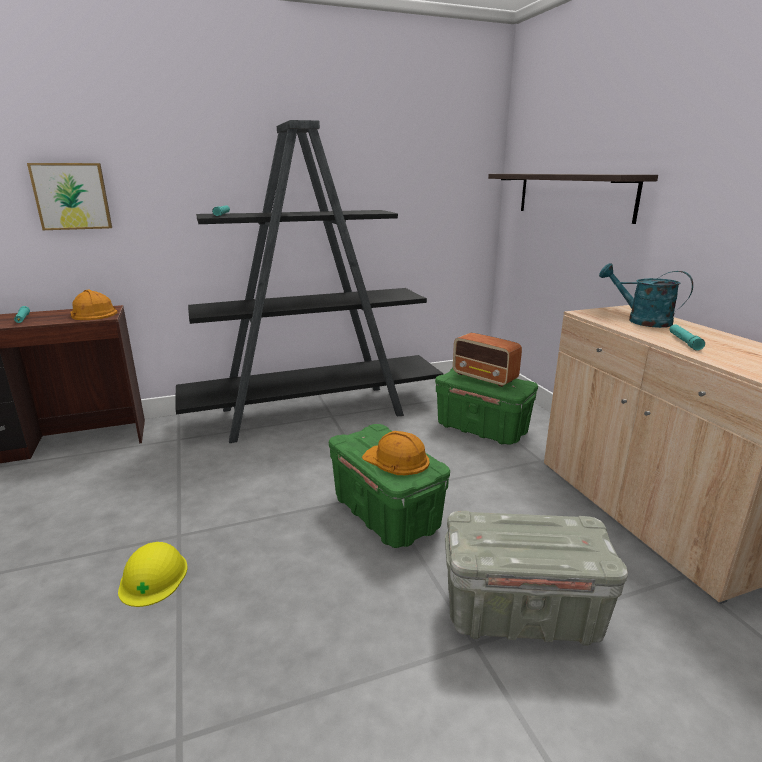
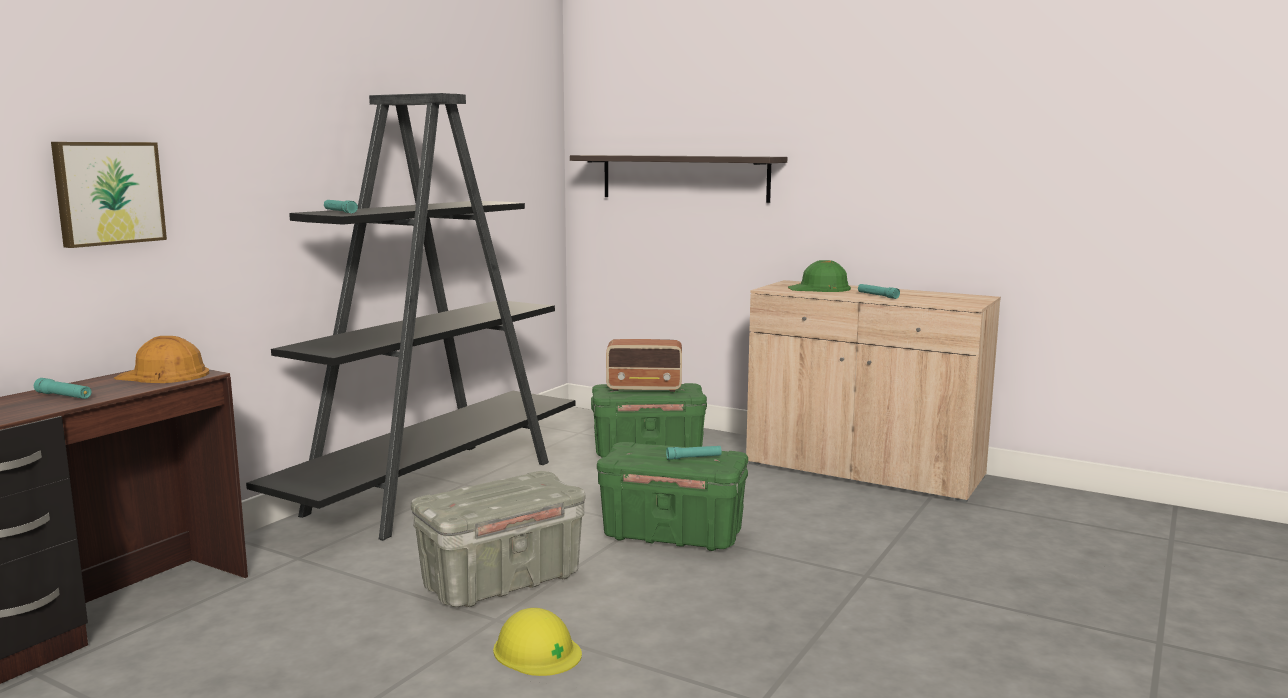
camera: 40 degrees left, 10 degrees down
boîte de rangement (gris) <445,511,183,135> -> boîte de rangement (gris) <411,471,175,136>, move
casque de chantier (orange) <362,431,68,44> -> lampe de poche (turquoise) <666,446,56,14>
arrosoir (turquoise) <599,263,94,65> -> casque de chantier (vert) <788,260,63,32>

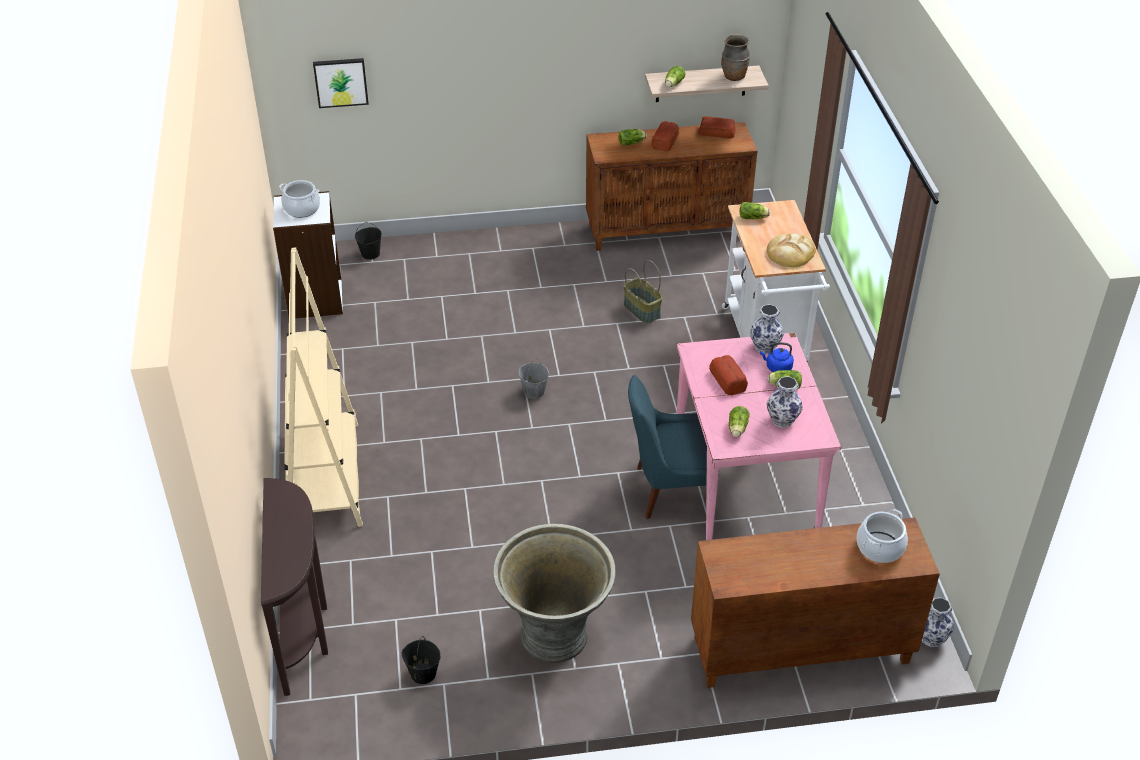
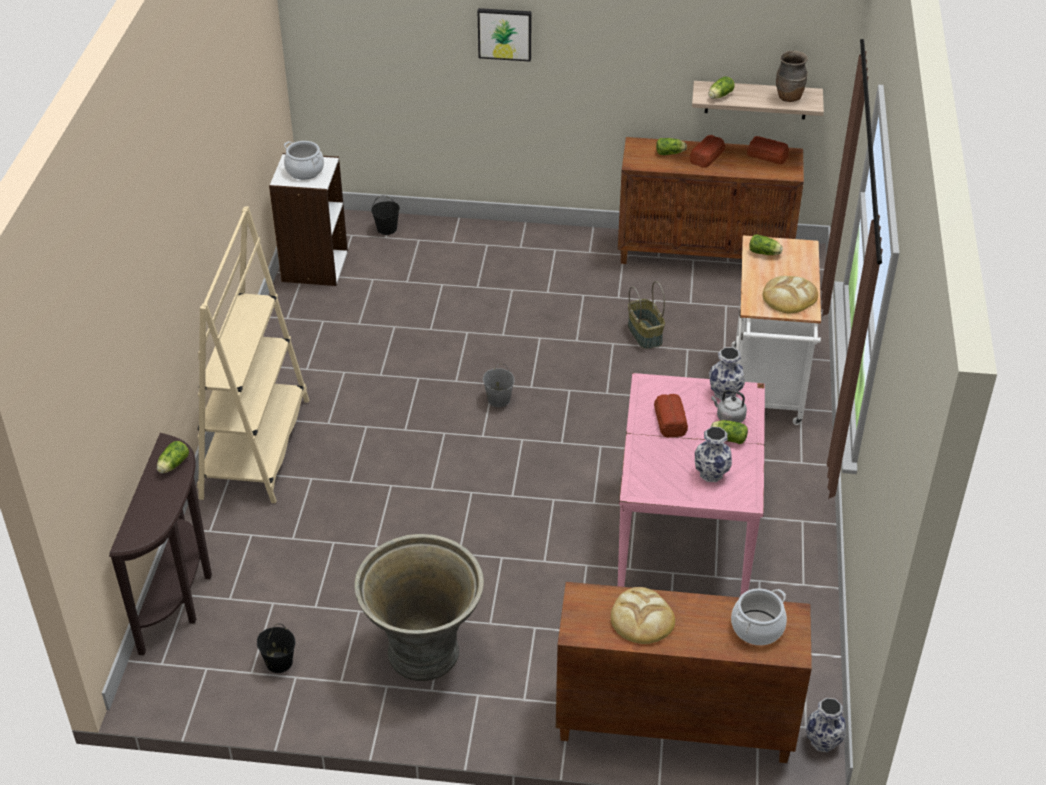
camera: 15 degrees right, 0 degrees up
laitue <729,406,21,31> -> laitue <157,441,32,32>, move
tableau <313,58,56,50> -> tableau <478,8,53,54>, move
none -> pain <611,587,64,57>
bouilloire (bleu) <760,342,34,30> -> bouilloire (gris) <712,390,35,33>
chaise (bleu) <628,375,91,144> -> none

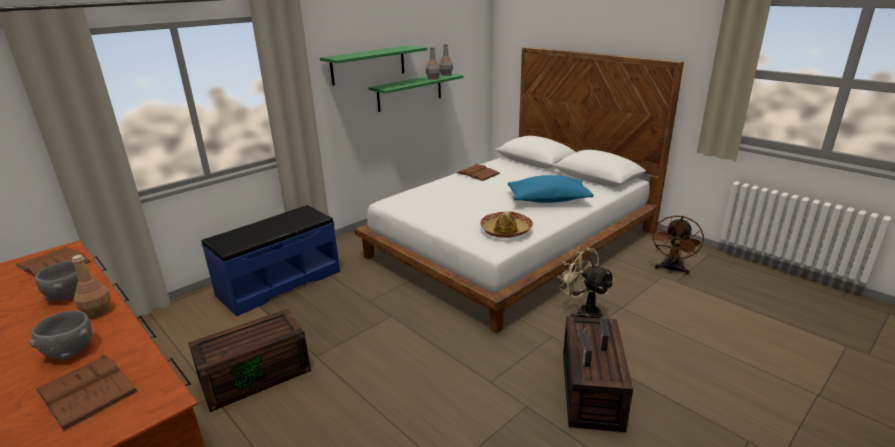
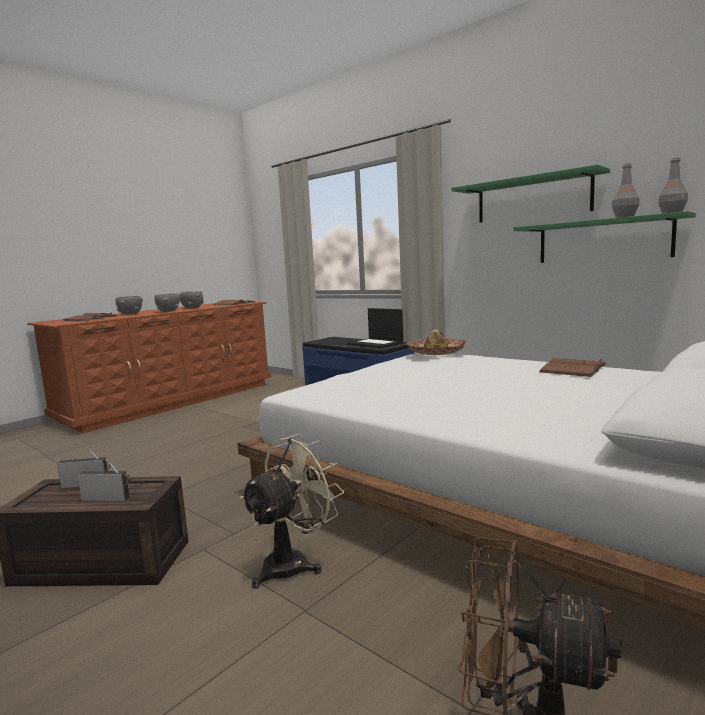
camera: 85 degrees right, 15 degrees down
bouteille (marron) <72,255,39,63> -> bol (gris) <154,293,26,19>
none -> ordinateur portable <347,308,56,40>
chapeau <480,212,53,26> -> chapeau <406,330,61,25>, move
boîte de rangement (marron) <188,309,123,103> -> none
coussin (bleu) <508,175,86,28> -> none

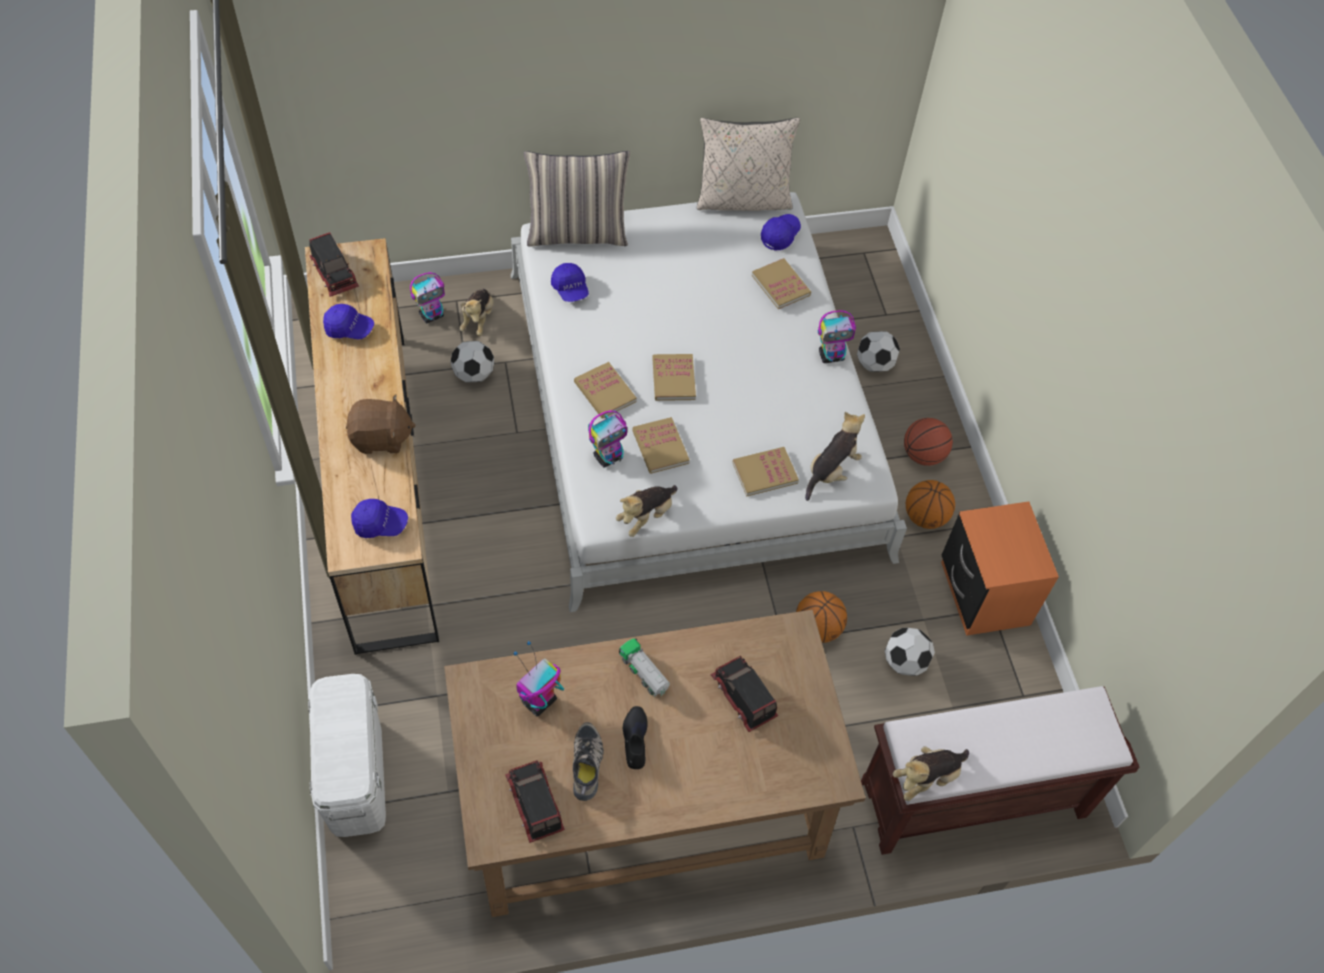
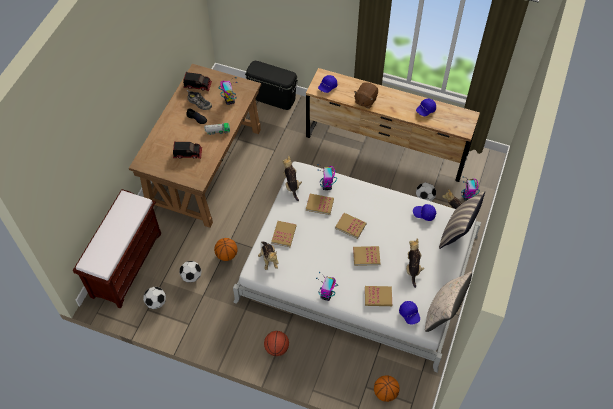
camera: 125 degrees right, 0 degrees up
ballon de foot <857,331,43,41> -> ballon de foot <143,287,23,22>, move
boîte de rangement (blanc) <308,674,78,163> -> boîte de rangement (noir) <245,61,53,49>
livre <574,362,63,57> -> livre <353,246,28,20>, move
ballon de basket <906,480,49,49> -> ballon de basket <374,375,26,27>, move
peluche <893,747,76,54> -> peluche <406,239,18,49>, move
camion jouet <309,232,50,65> -> none
table de chevet (orange) <941,502,118,134> -> none

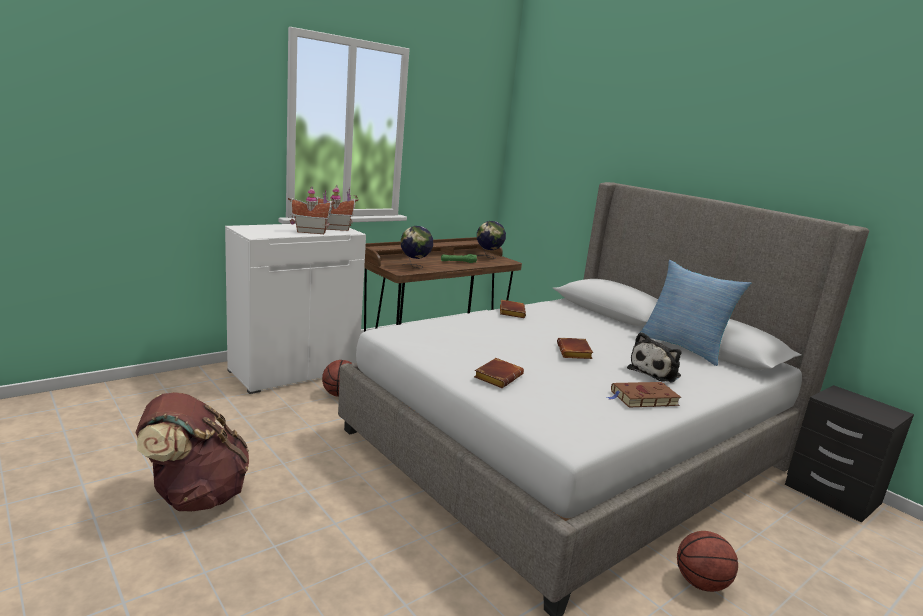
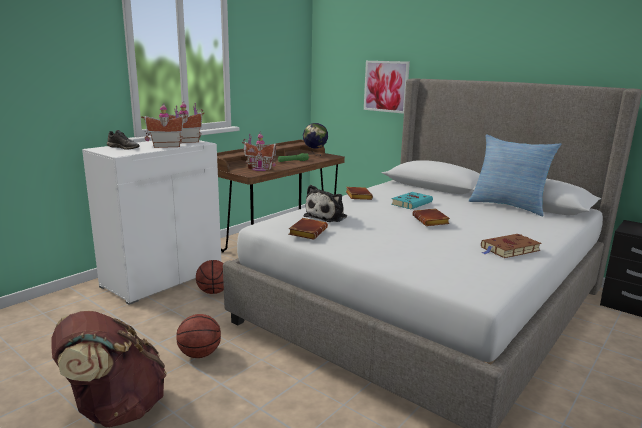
camera: 10 degrees left, 0 degrees up
none -> chaussure (gris) <107,130,33,20>
ballon de basket <677,531,61,61> -> ballon de basket <176,314,45,44>, move
globe <401,226,32,43> -> maison miniature <242,132,36,39>
livre (marron) <474,358,50,30> -> livre (marron) <288,218,40,22>, move
peluche <627,332,55,50> -> peluche <303,185,44,37>, move
none -> tableau <364,61,46,53>
none -> livre (turquoise) <391,192,42,17>

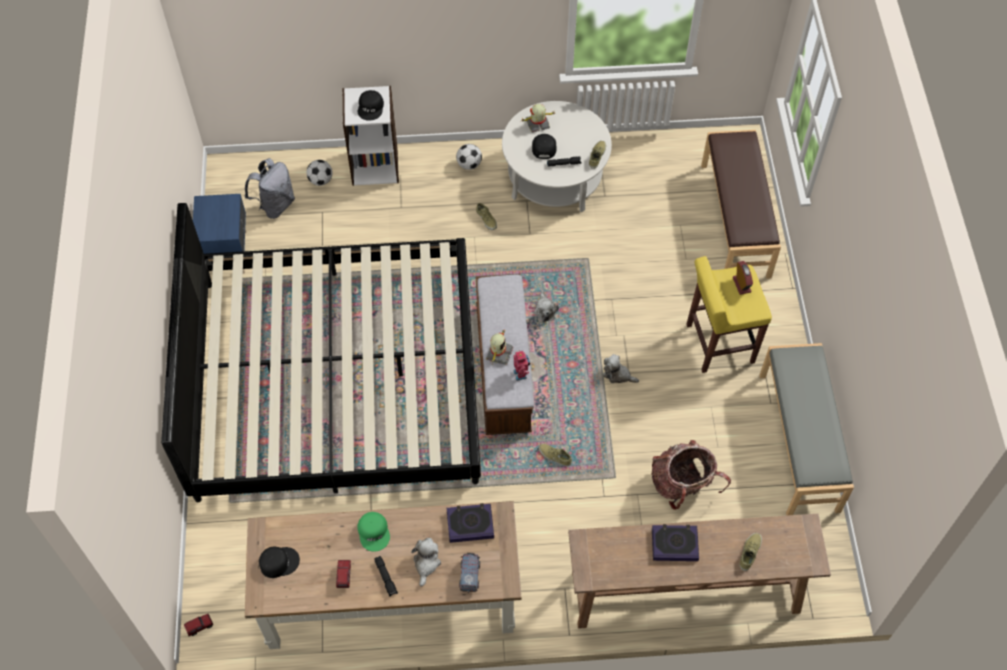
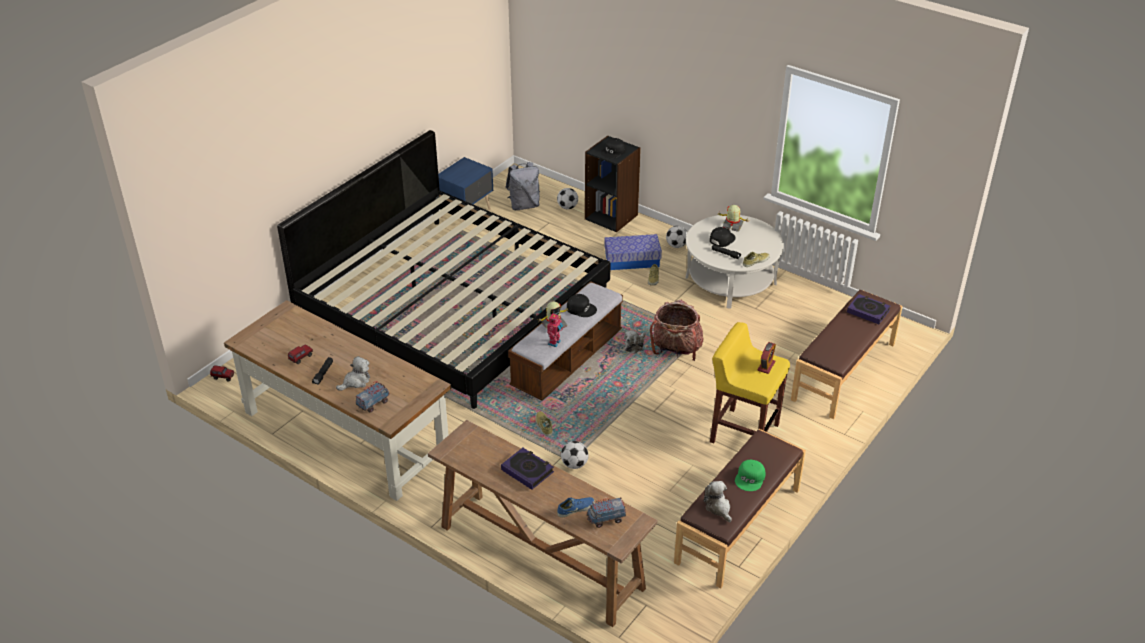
camera: 40 degrees right, 20 degrees down
chaussure (beige) <740,533,22,38> -> chaussure (bleu) <557,497,38,20>
none -> ballon de foot <561,441,28,28>
casquette (noir) <259,547,41,31> -> casquette (noir) <567,294,30,23>, move
bibliothèque (blanc) <342,86,57,100> -> bibliothèque (noir) <585,136,56,96>
none -> camion jouet <587,497,39,31>
none -> boîte de rangement <604,234,58,36>
sac à dos <651,440,80,70> -> sac à dos <650,300,53,61>, move
banc (gris) <759,343,95,173> -> banc (marron) <674,429,132,159>
peluche <603,354,36,29> -> peluche <704,481,28,41>, move
casquette (vert) <357,512,33,40> -> casquette (vert) <735,460,31,31>, move
livre <447,503,47,40> -> livre <847,294,44,30>, move

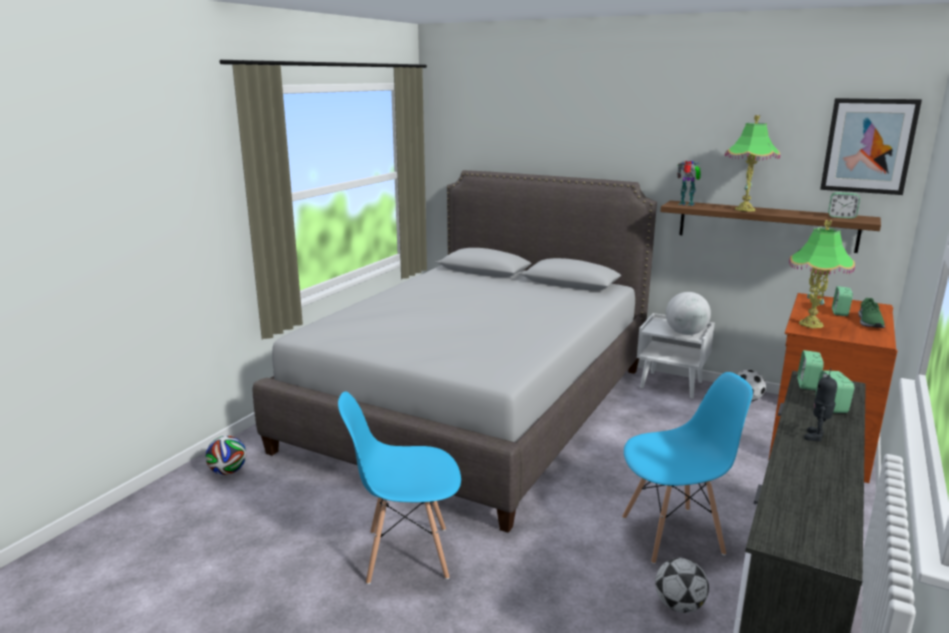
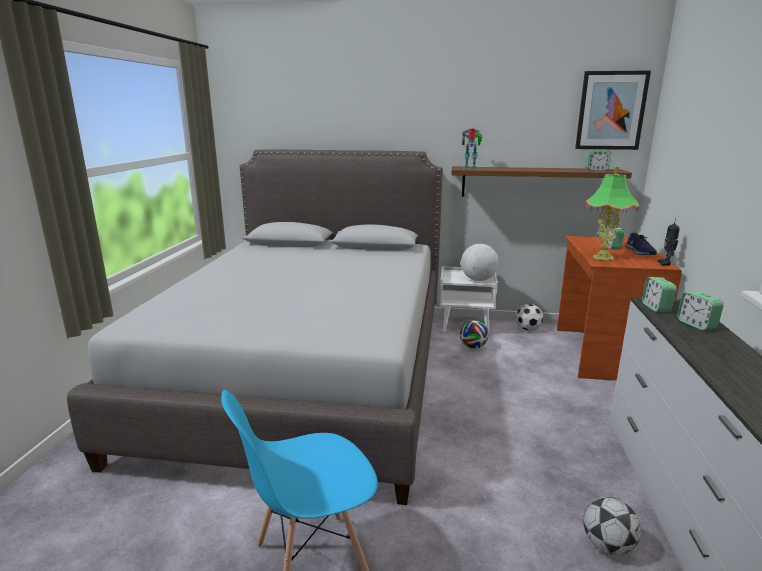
camera: 20 degrees left, 0 degrees up
ballon de foot <206,436,40,39> -> ballon de foot <460,320,29,29>, move
chaussure (vert) <858,298,27,30> -> chaussure (bleu) <626,232,31,23>
robot jouet <804,368,33,73> -> robot jouet <658,218,22,48>, move
chaise (bleu) <622,372,131,192> -> none
lampe de table <725,115,55,97> -> none

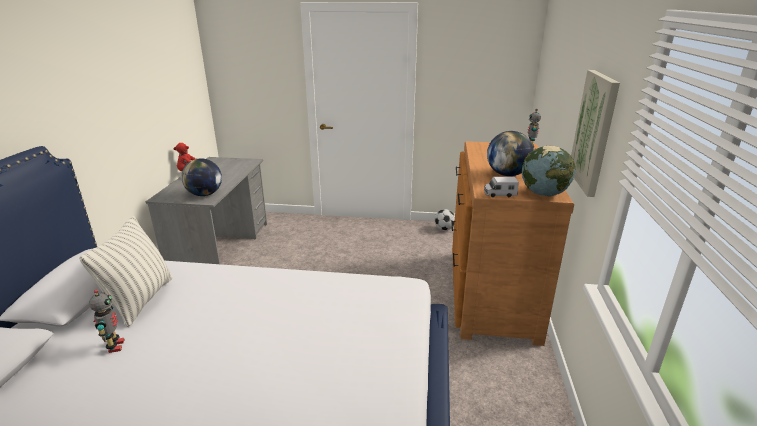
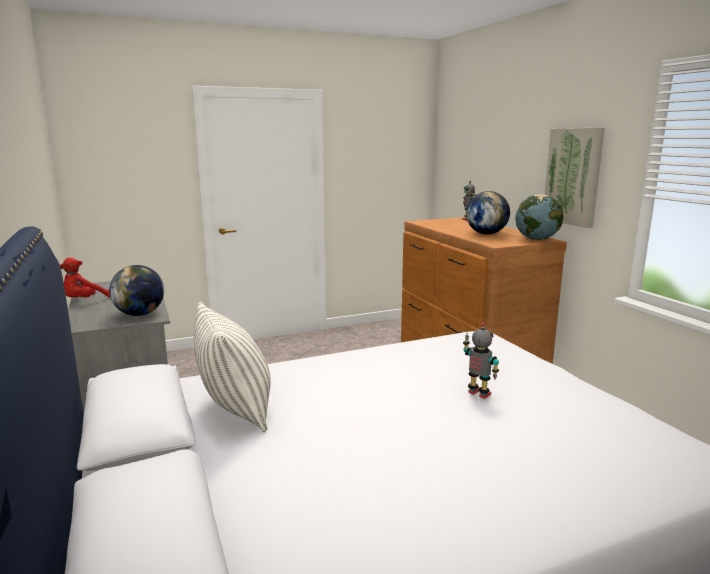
camera: 30 degrees left, 10 degrees down
robot jouet <89,289,36,64> -> robot jouet <463,322,36,77>, move
ballon de foot <434,209,21,21> -> none
camion jouet <484,177,35,20> -> none

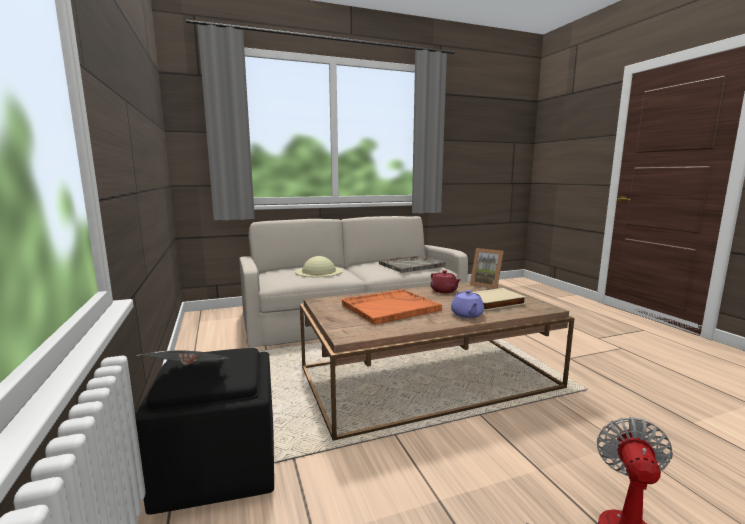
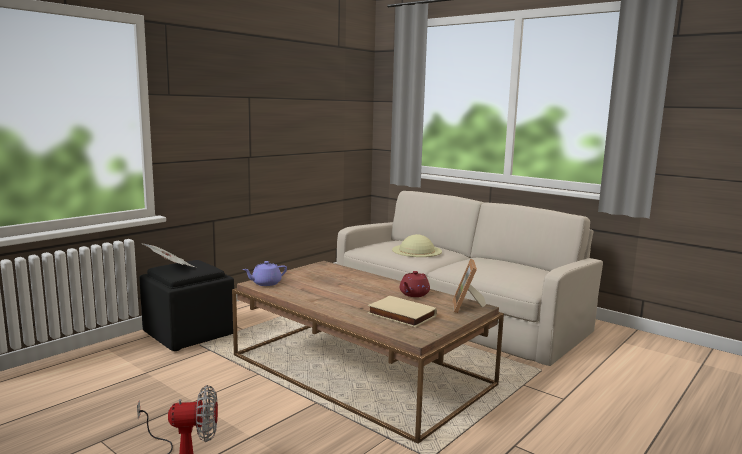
camera: 60 degrees right, 0 degrees up
théière (violet) <451,290,33,28> -> théière (violet) <243,261,44,25>, move
plateau (orange) <342,289,100,36> -> none
plateau (gris) <379,255,66,18> -> none

